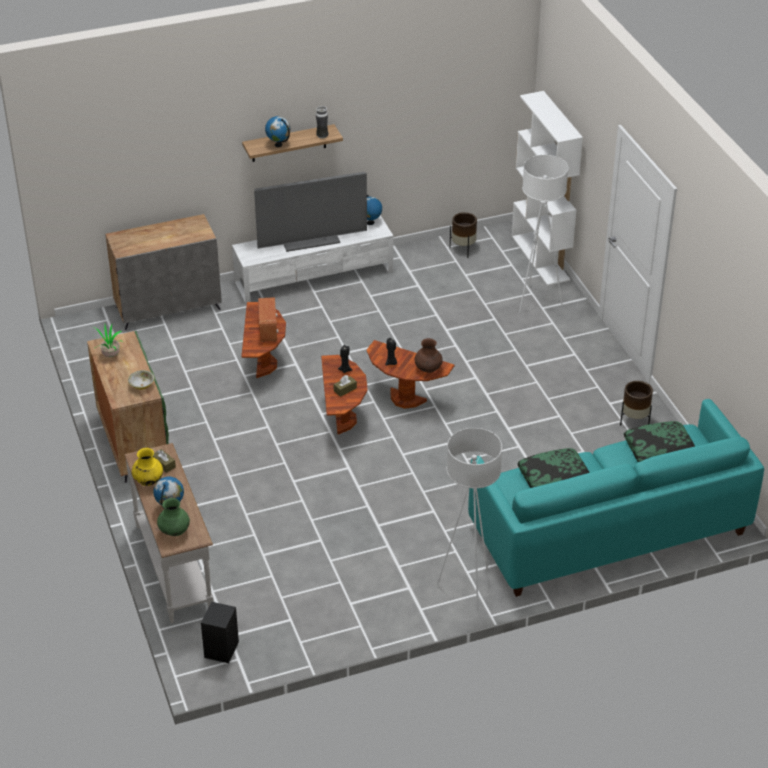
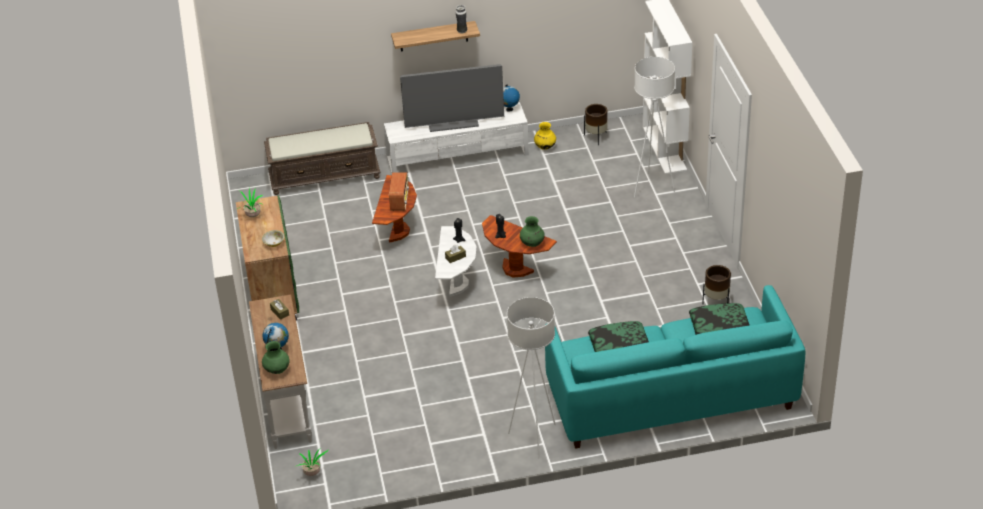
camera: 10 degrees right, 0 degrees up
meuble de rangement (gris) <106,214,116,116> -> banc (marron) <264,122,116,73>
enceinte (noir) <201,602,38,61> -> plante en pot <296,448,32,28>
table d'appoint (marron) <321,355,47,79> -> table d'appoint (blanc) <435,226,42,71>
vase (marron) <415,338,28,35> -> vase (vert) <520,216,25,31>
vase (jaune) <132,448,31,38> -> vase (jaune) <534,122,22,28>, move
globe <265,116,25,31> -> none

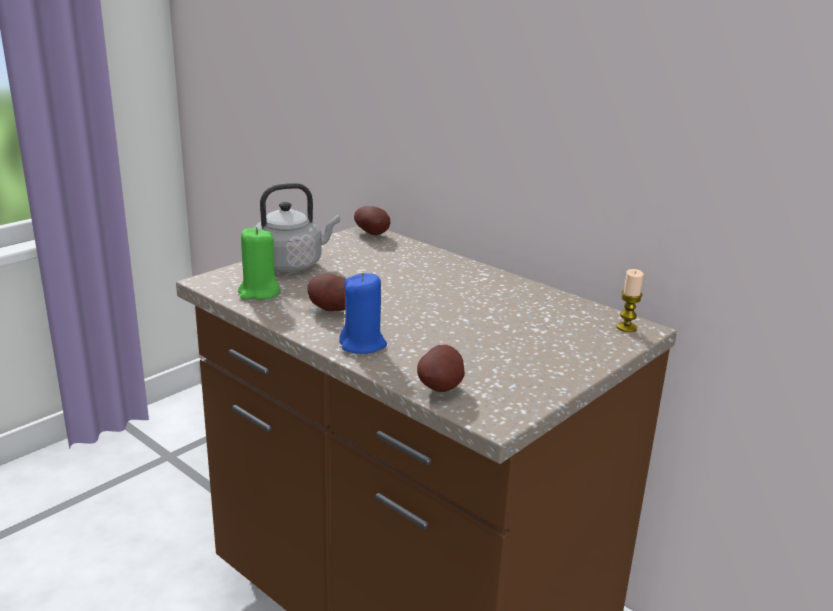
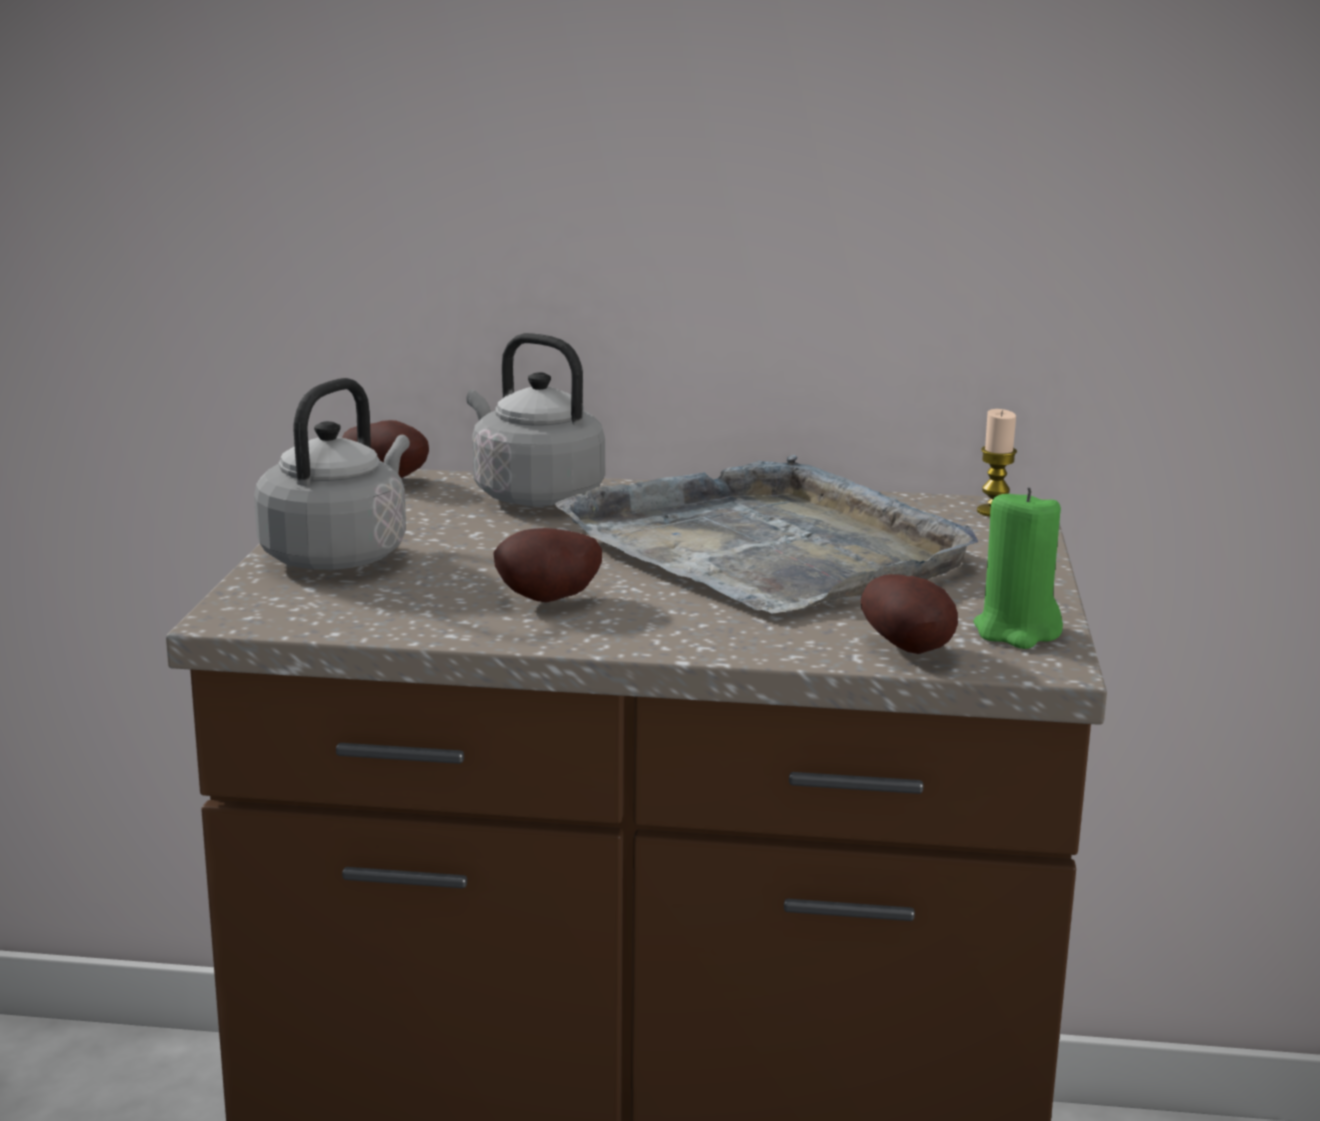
camera: 35 degrees left, 5 degrees down
none -> bouilloire (gris) <466,333,139,174>
none -> plateau (gris) <555,455,423,158>
bougie (vert) <238,227,43,73> -> bougie (vert) <973,487,90,162>, move
bougie (bleu) <339,272,48,82> -> none

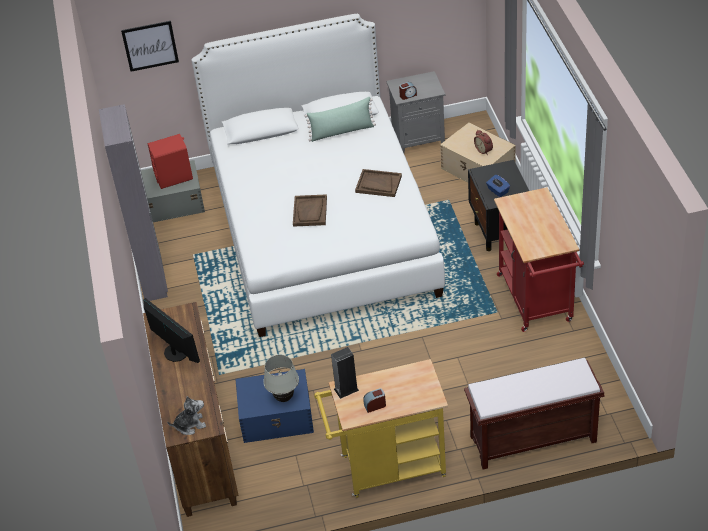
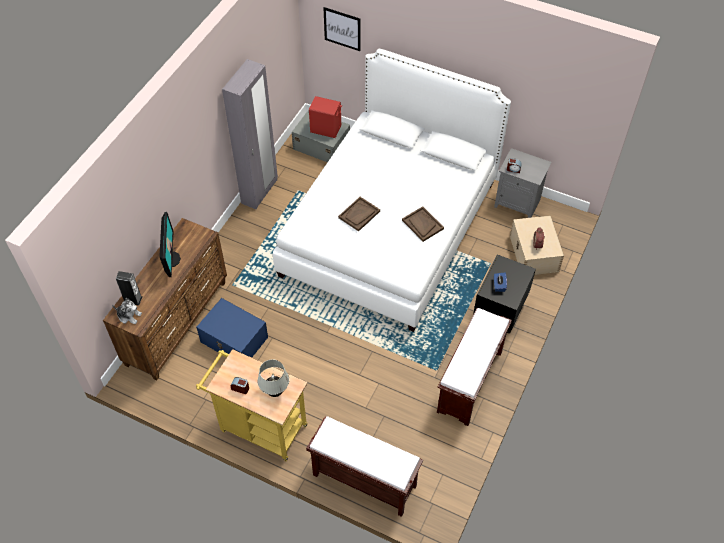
camera: 35 degrees right, 10 degrees up
enceinte <331,347,28,52> -> enceinte <116,271,26,35>, move
lampe de table (blanc) <263,355,36,47> -> lampe de table (blanc) <258,359,31,38>, move
chariot (rouge) <494,187,90,145> -> banc (marron) <437,308,75,118>
coussin (vert) <305,97,71,45> -> none

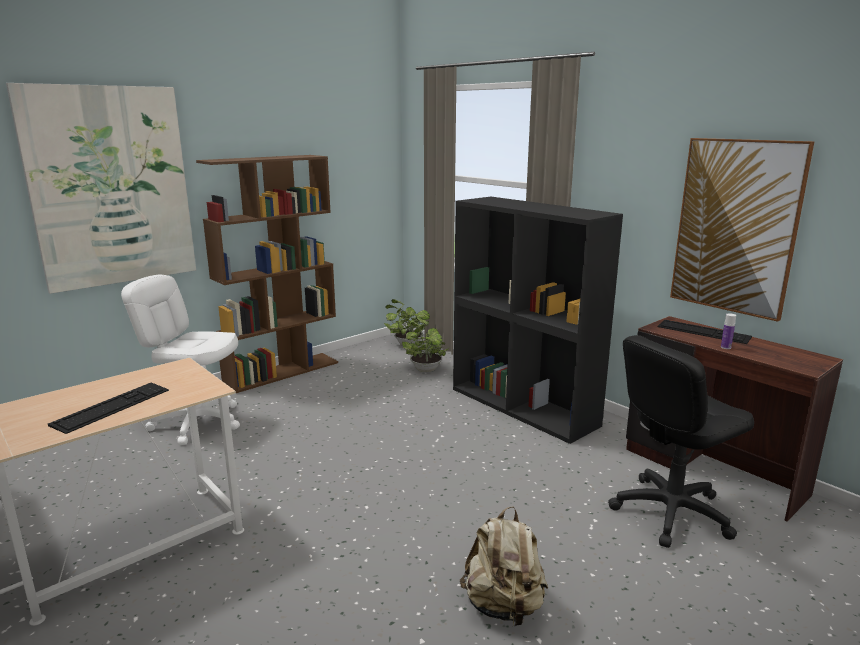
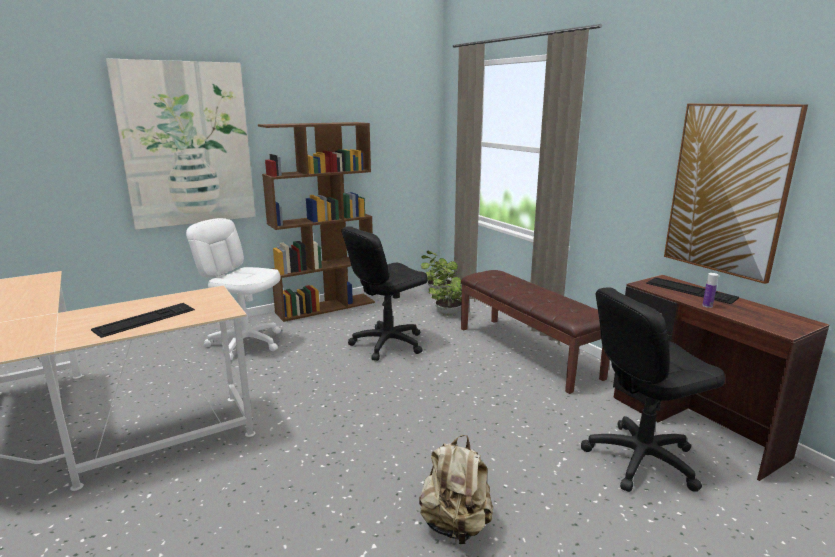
camera: 10 degrees right, 0 degrees up
none -> chaise de bureau (noir) <341,226,87,135>
bibliothèque (noir) <453,197,170,247> -> banc (marron) <461,270,149,124>

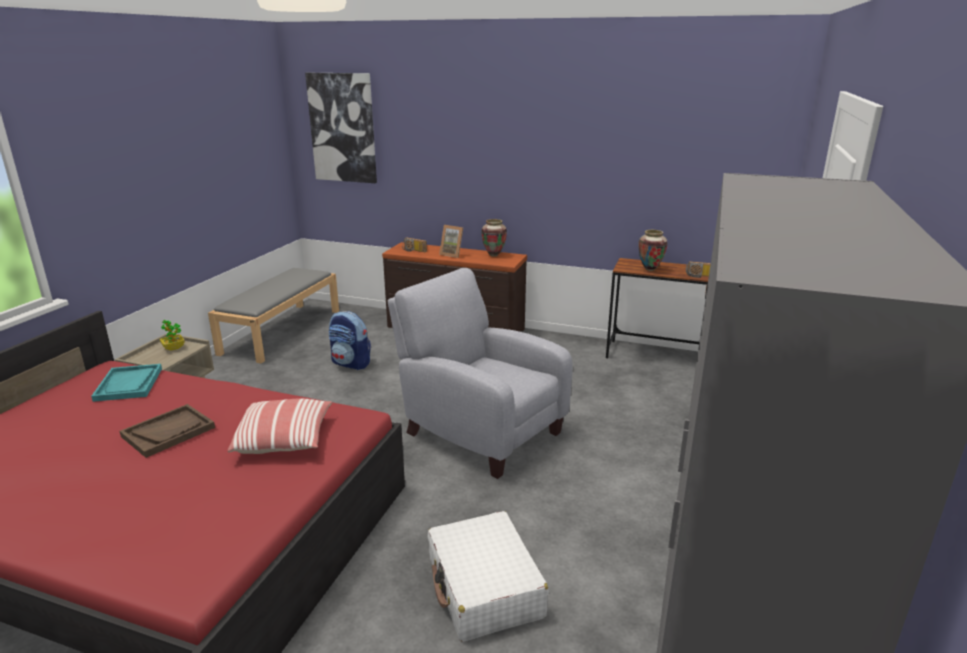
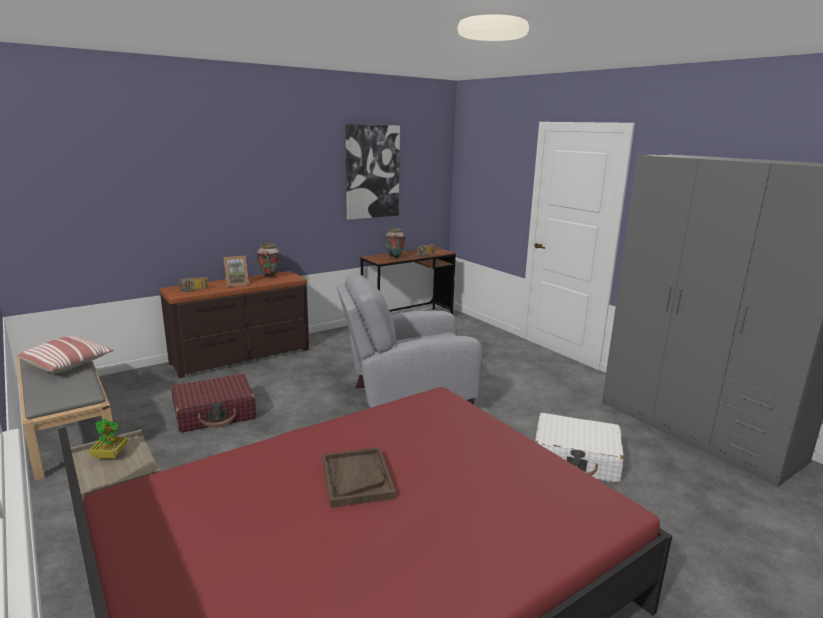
camera: 55 degrees left, 5 degrees down
coussin <228,399,105,55> -> coussin <17,336,96,37>, move
sac à dos <329,311,42,59> -> valise (rouge) <171,374,85,58>
tableau <305,73,72,110> -> tableau <346,124,54,96>, move
plateau (turquoise) <91,364,71,38> -> none

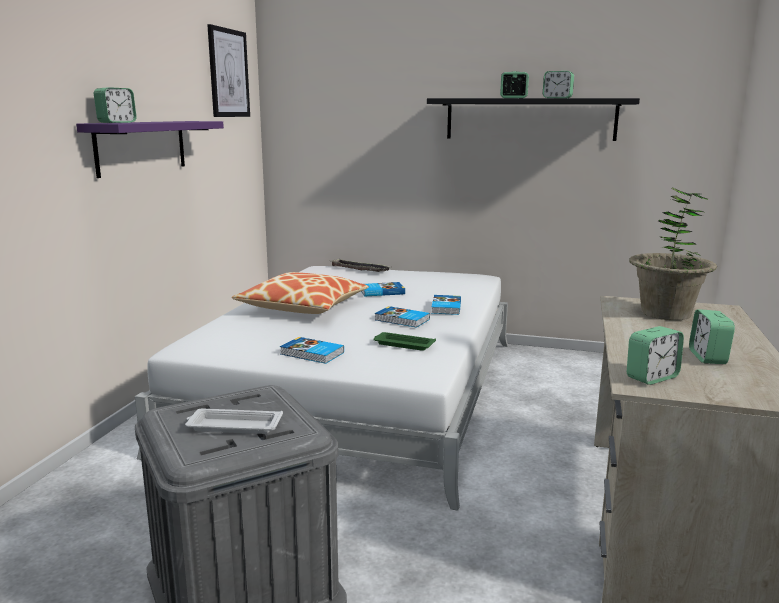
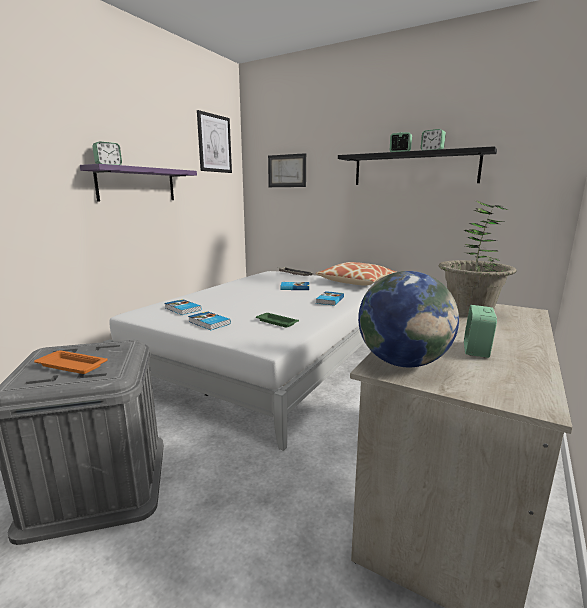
camera: 15 degrees right, 0 degrees up
plateau (blanc) <185,409,98,25> -> plateau (orange) <34,350,73,24>
livre <375,306,55,22> -> livre <165,299,36,16>, move
none -> tableau <268,153,38,34>
coussin <232,272,137,42> -> coussin <316,262,80,24>, move
réveil <627,326,57,59> -> globe <358,271,101,96>

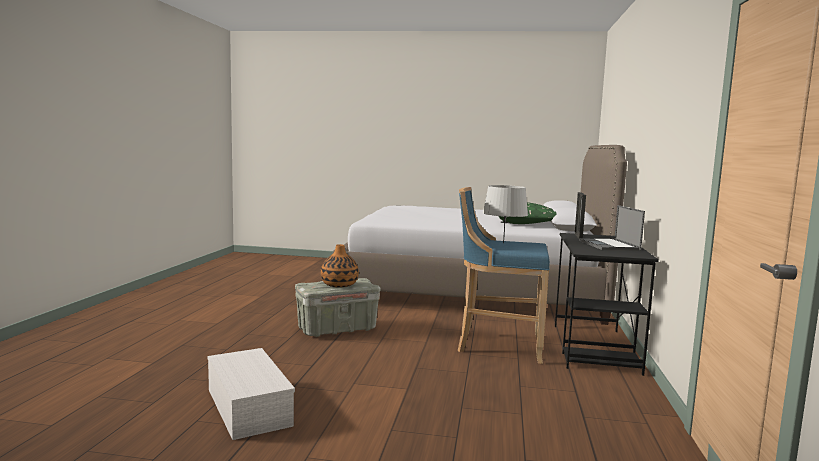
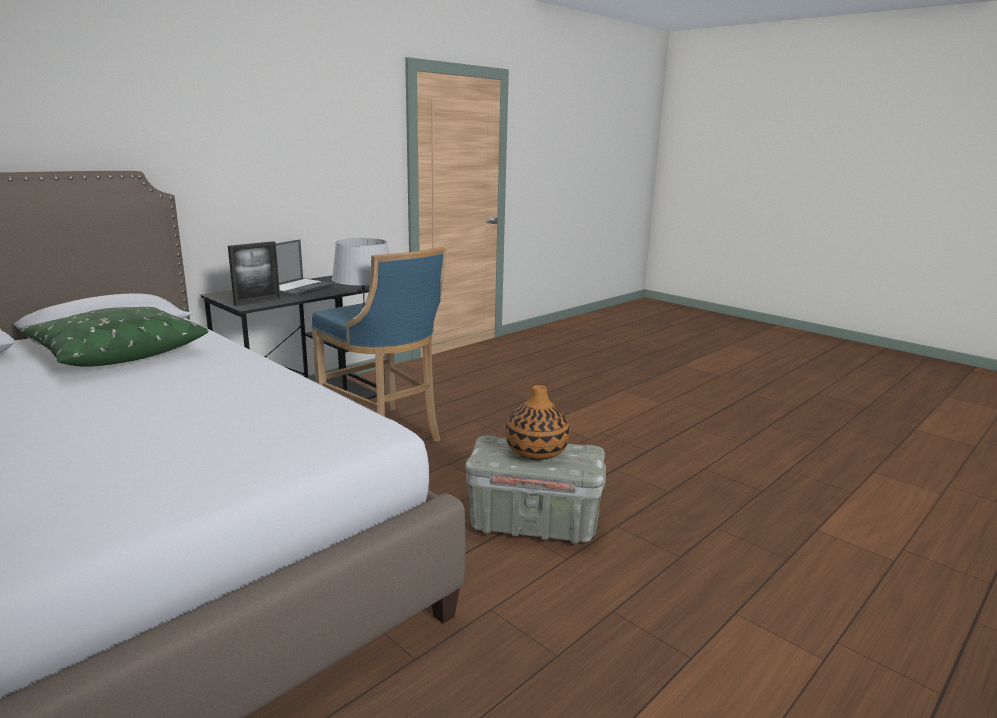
camera: 145 degrees left, 10 degrees up
boîte de rangement (blanc) <208,348,87,92> -> none

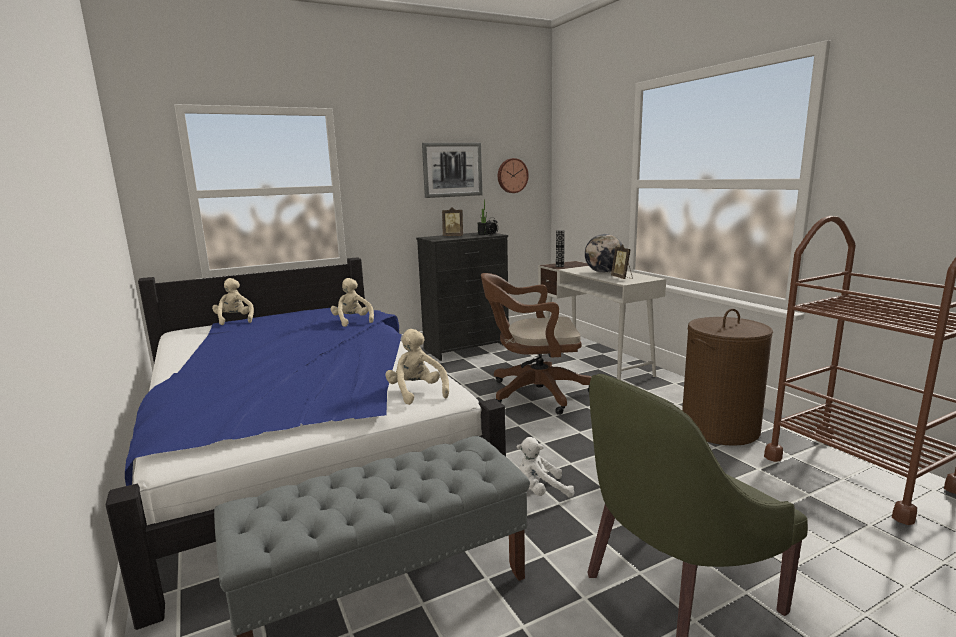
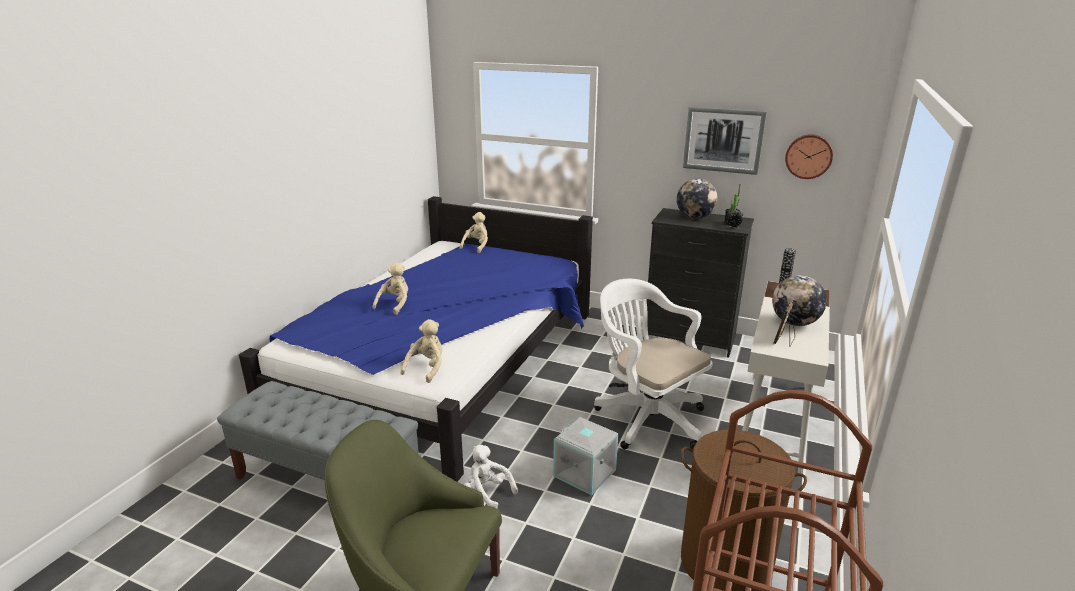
camera: 50 degrees right, 10 degrees up
peluche (beige) <331,278,43,49> -> peluche (beige) <372,263,36,52>, move
none -> boîte de rangement (gris) <553,417,65,79>
chaise de bureau (marron) <481,273,110,142> -> chaise de bureau (blanc) <594,279,118,170>
cadre photo <442,207,21,29> -> globe <677,179,40,40>

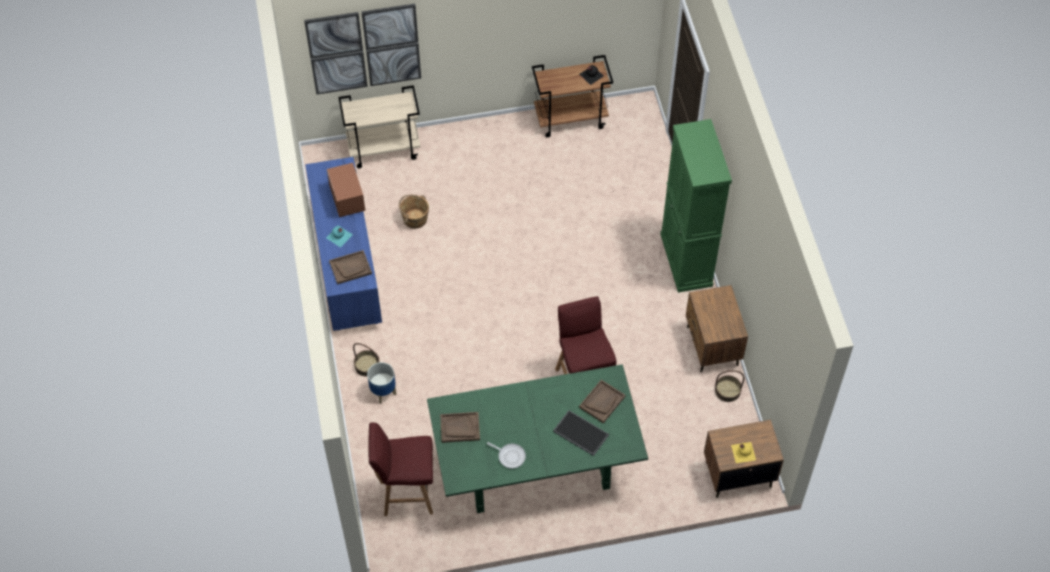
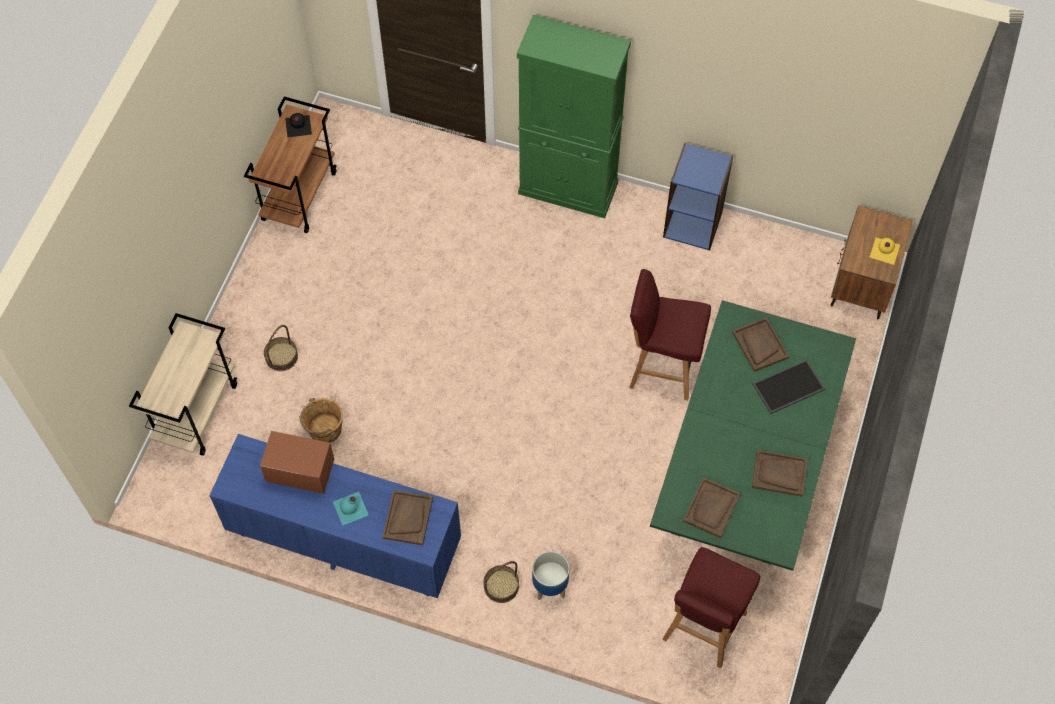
camera: 60 degrees left, 5 degrees up
panier <715,370,30,32> -> panier <264,325,34,46>, move
table de chevet (marron) <686,285,62,87> -> bibliothèque (bleu) <663,143,70,108>
poêle <487,442,39,27> -> plateau (marron) <752,450,55,47>
tableau <304,4,117,91> -> none

